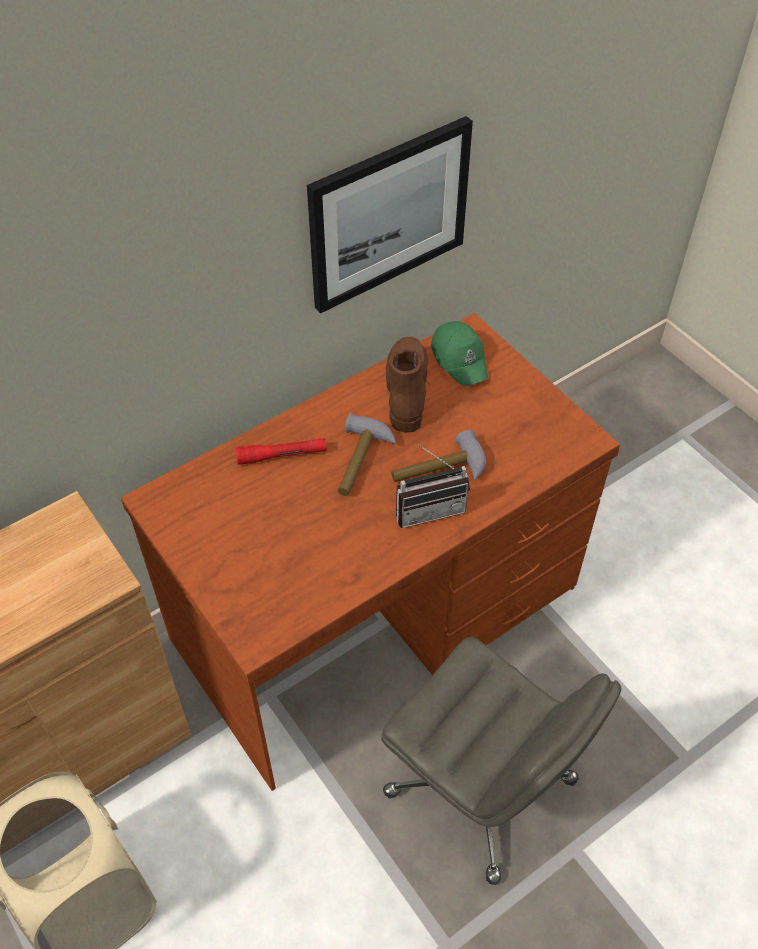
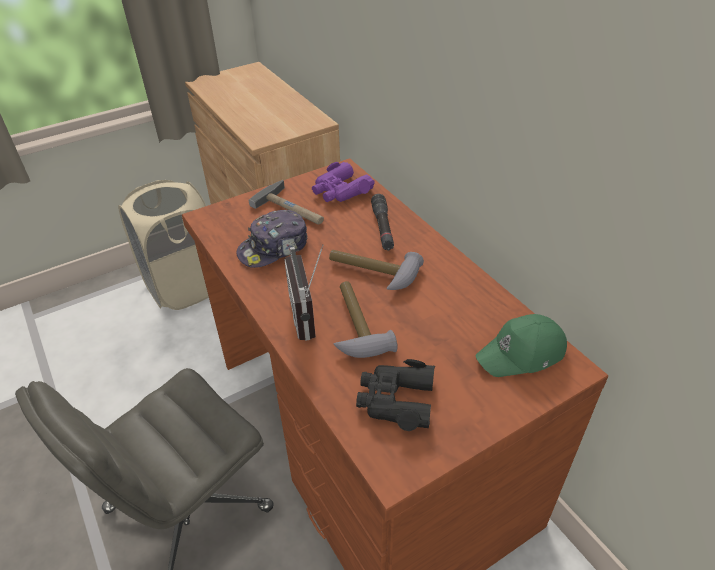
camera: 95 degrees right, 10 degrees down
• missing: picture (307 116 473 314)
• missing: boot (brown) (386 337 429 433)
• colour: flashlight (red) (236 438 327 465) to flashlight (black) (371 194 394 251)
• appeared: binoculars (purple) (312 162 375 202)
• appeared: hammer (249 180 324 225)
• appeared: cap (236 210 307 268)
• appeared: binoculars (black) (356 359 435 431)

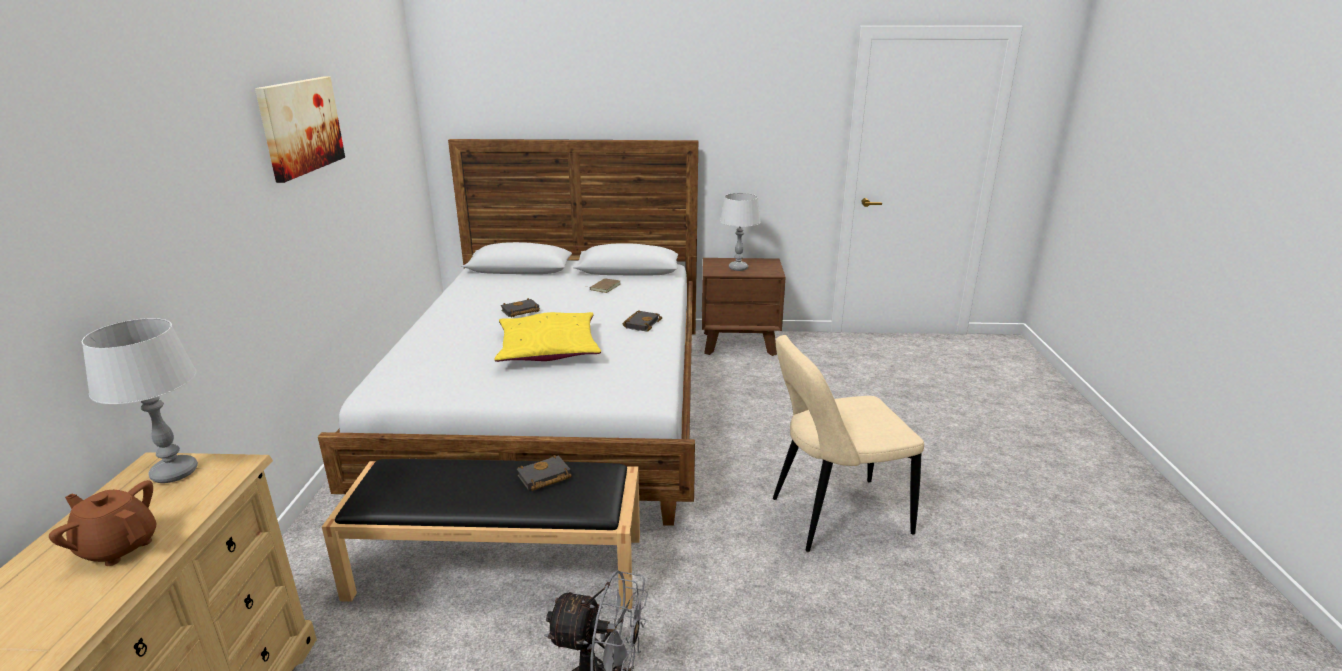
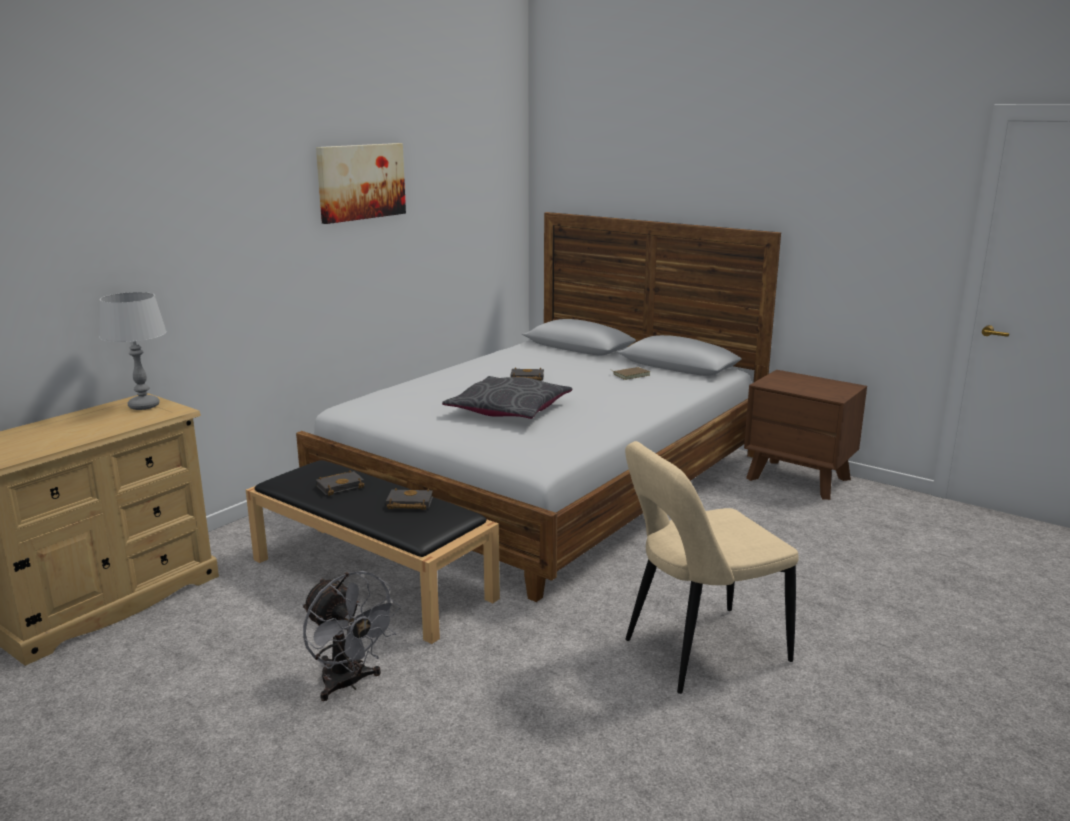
camera: 35 degrees right, 5 degrees down
• missing: table lamp (grey) (720 193 761 271)
• relocated: book (black) (623 310 662 331) to (316 470 364 496)
• colour: pillow (yellow) (494 312 601 362) to pillow (grey) (442 376 572 419)
• spun: chair (beige) (773 335 924 552) = (625 441 799 694) 45 degrees counterclockwise
• missing: teapot (brown) (49 480 156 566)

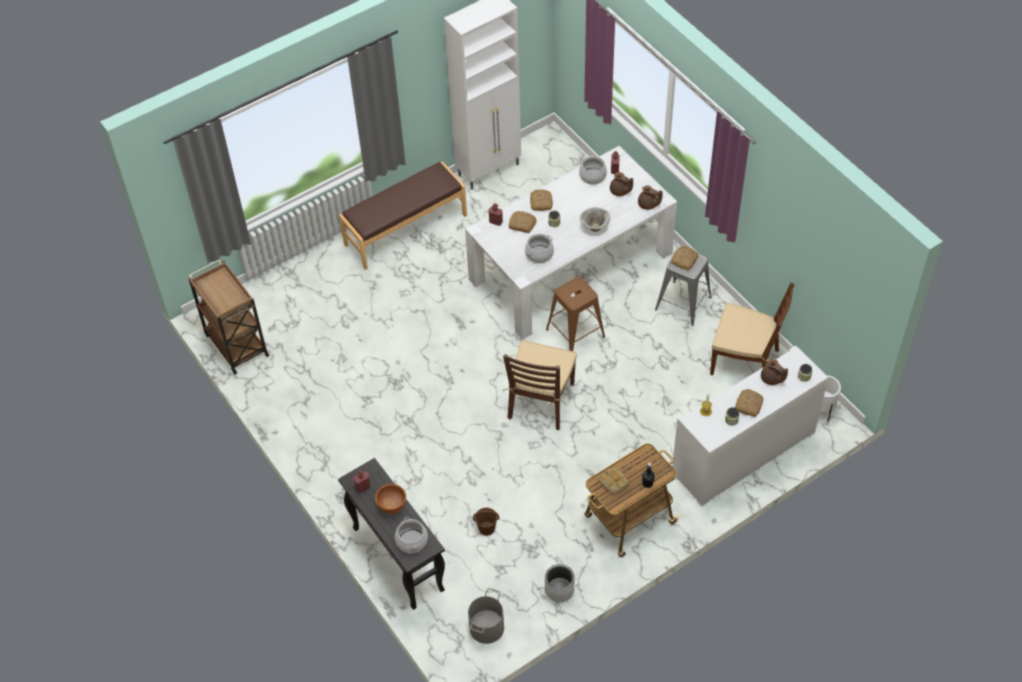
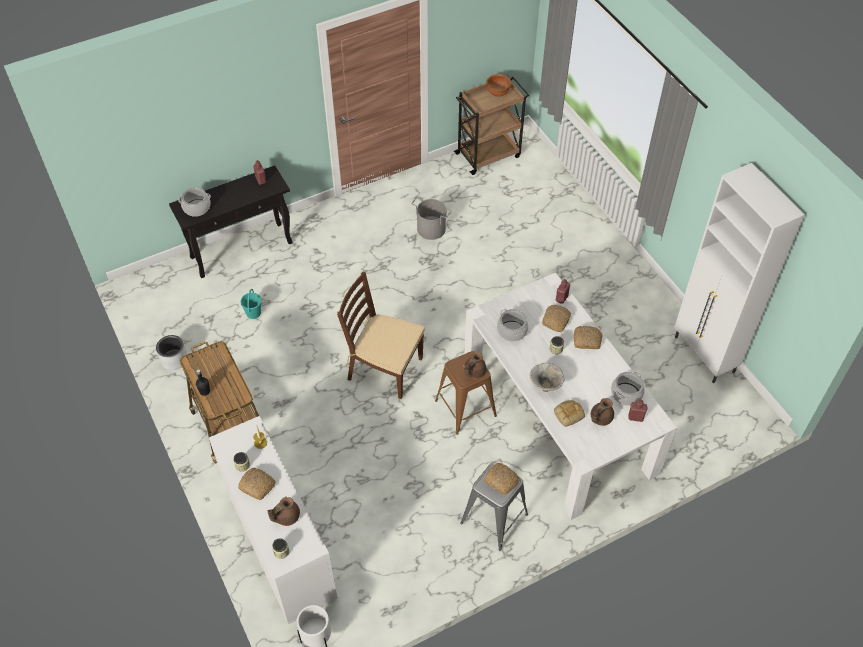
camera: 95 degrees right, 0 degrees up
• missing: bench (brown) (339 162 467 270)
• relocated: teapot (brown) (638 185 663 210) to (464 352 486 379)
• missing: chair (brown) (710 283 794 375)
• relocated: bread (599 467 629 494) to (554 400 585 427)
• relocated: bowl (brown) (375 484 406 514) to (486 74 511 97)
• colour: bucket (brown) (473 508 499 535) to bucket (turquoise) (240 289 261 319)
• relocated: bucket (grey) (468 588 504 644) to (411 197 451 240)

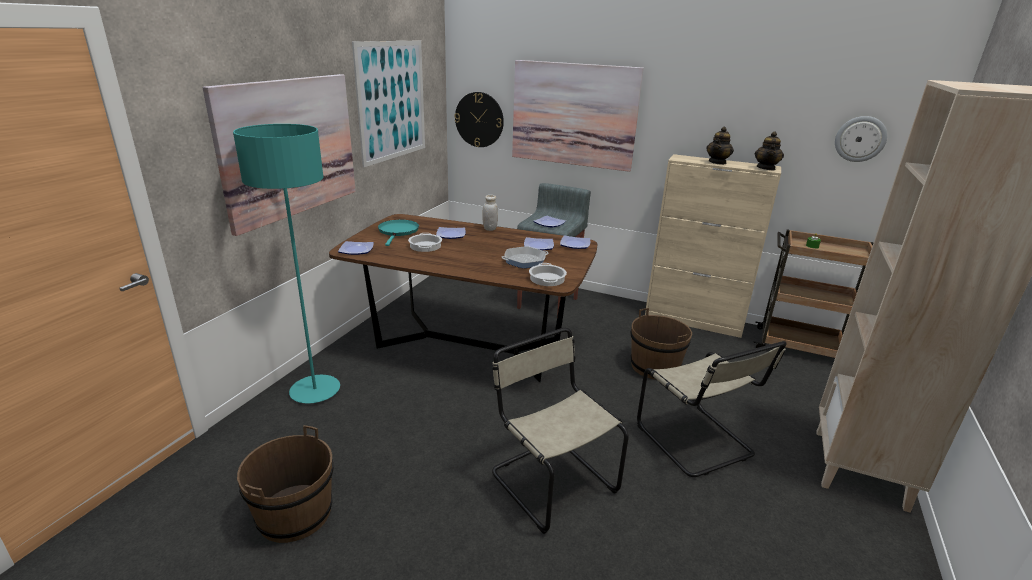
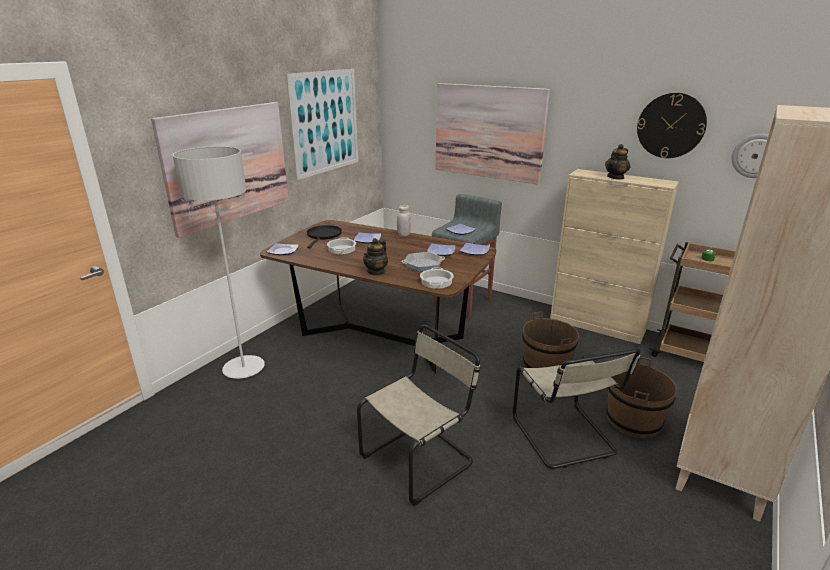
camera: 10 degrees right, 0 degrees up
• relocated: wall clock (454 92 504 147) to (637 93 707 158)
• colour: floor lamp (turquoise) (233 124 340 403) to floor lamp (grey) (173 146 265 379)
• relocated: teapot (754 131 784 170) to (363 238 388 276)
• colour: frying pan (turquoise) (378 220 419 246) to frying pan (black) (307 225 342 248)
• spun: chair (beige) (492 328 629 534) = (357 325 480 506) 75 degrees clockwise
• relocated: bucket (brown) (237 425 333 543) to (606 357 677 438)

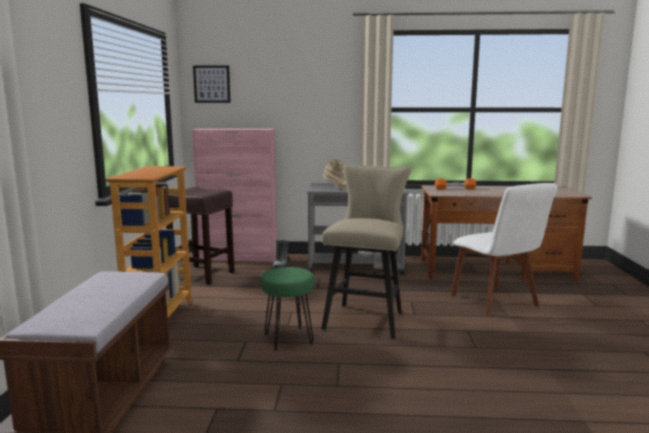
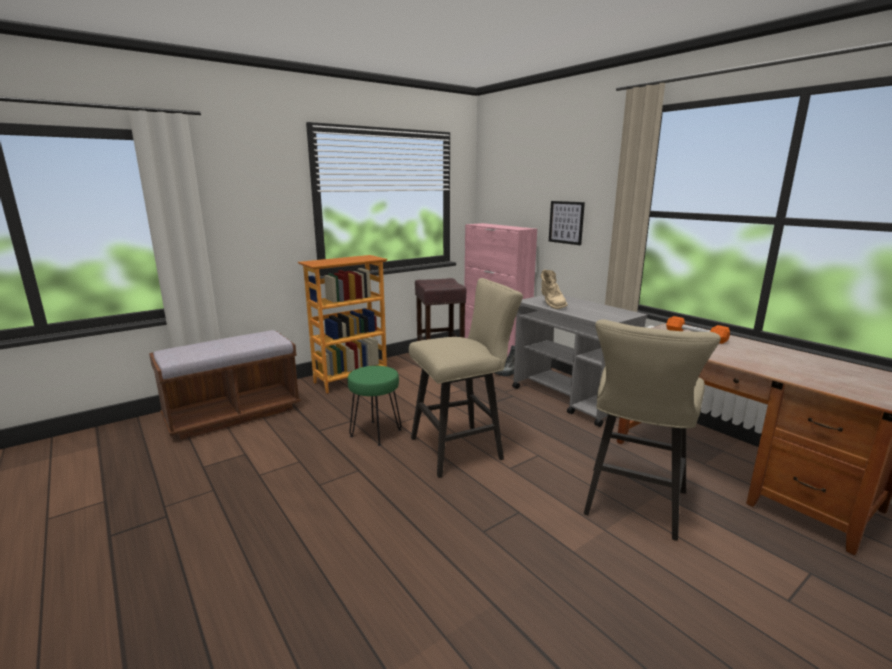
camera: 50 degrees right, 5 degrees up
• relocated: picture (193 65 231 103) to (549 201 585 245)
• exchanged: chair (white) (451 183 558 317) to stool (beige) (584 319 721 541)

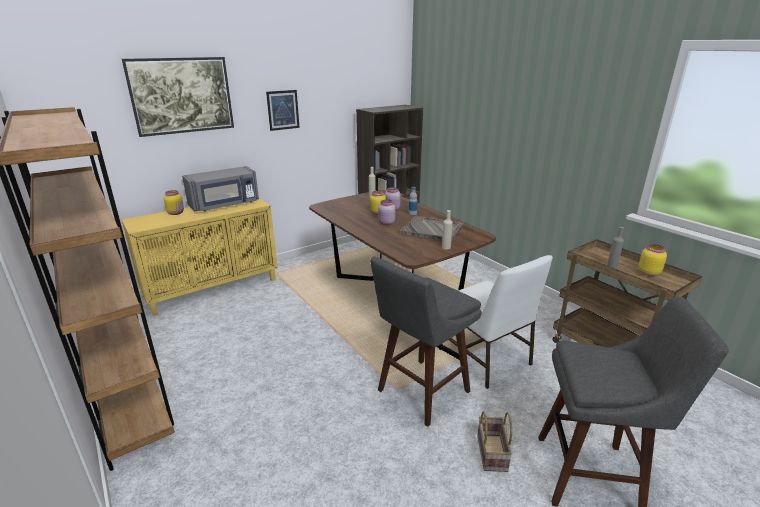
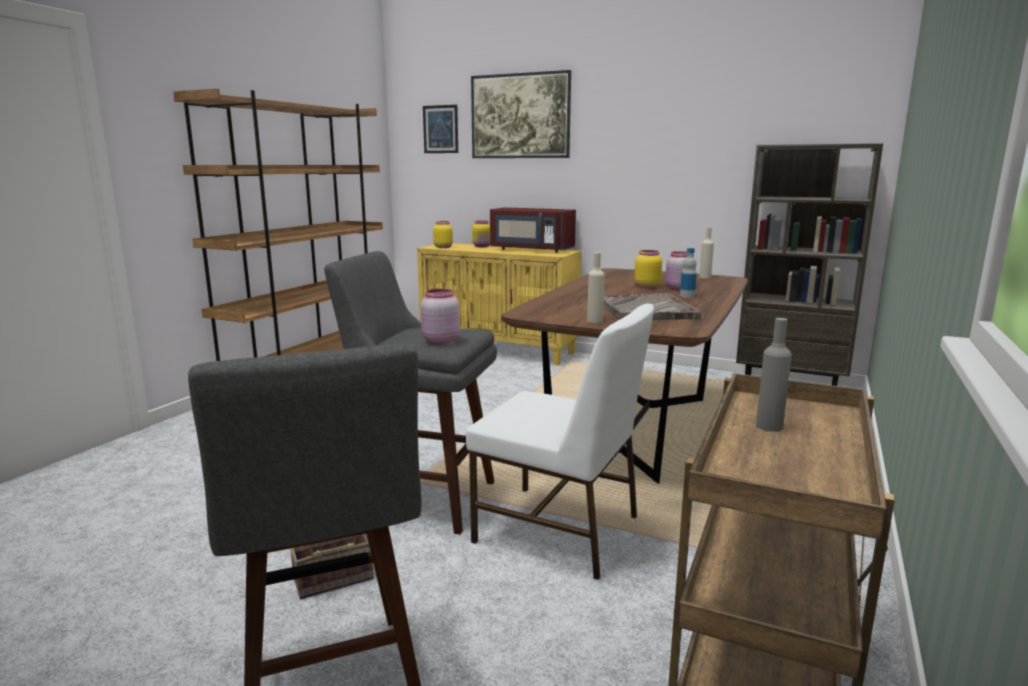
camera: 60 degrees right, 10 degrees down
• relocated: picture (266 90 300 131) to (423 105 458 153)
• colour: microwave (grey) (182 166 259 211) to microwave (red) (490 208 576 253)
• relocated: jar (pink) (378 200 395 225) to (421 289 459 344)
• relocated: jar (yellow) (638 244 667 276) to (433 221 453 248)
• spun: chair (white) (439 255 553 389) = (466 304 654 580) 90 degrees counterclockwise

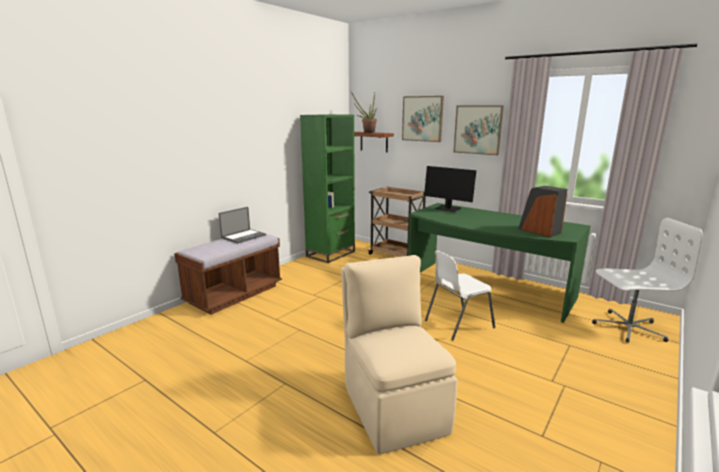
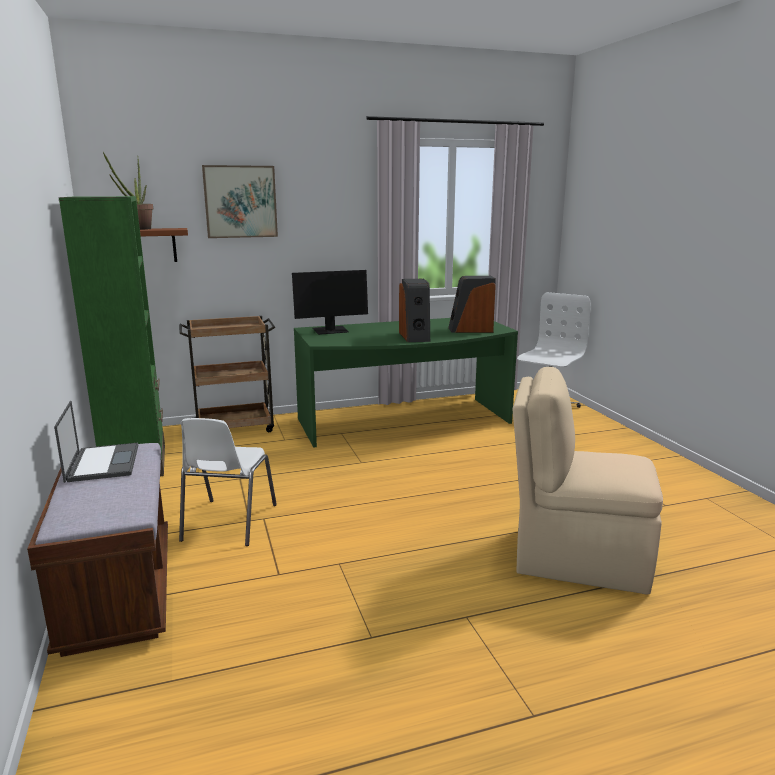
camera: 55 degrees left, 0 degrees up
• missing: picture (454 105 504 155)
• relocated: chair (white) (425 250 495 340) to (179 418 277 546)
• appeared: speaker (399 279 430 342)

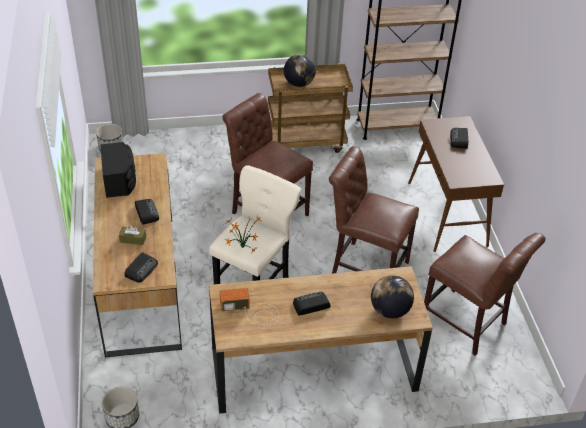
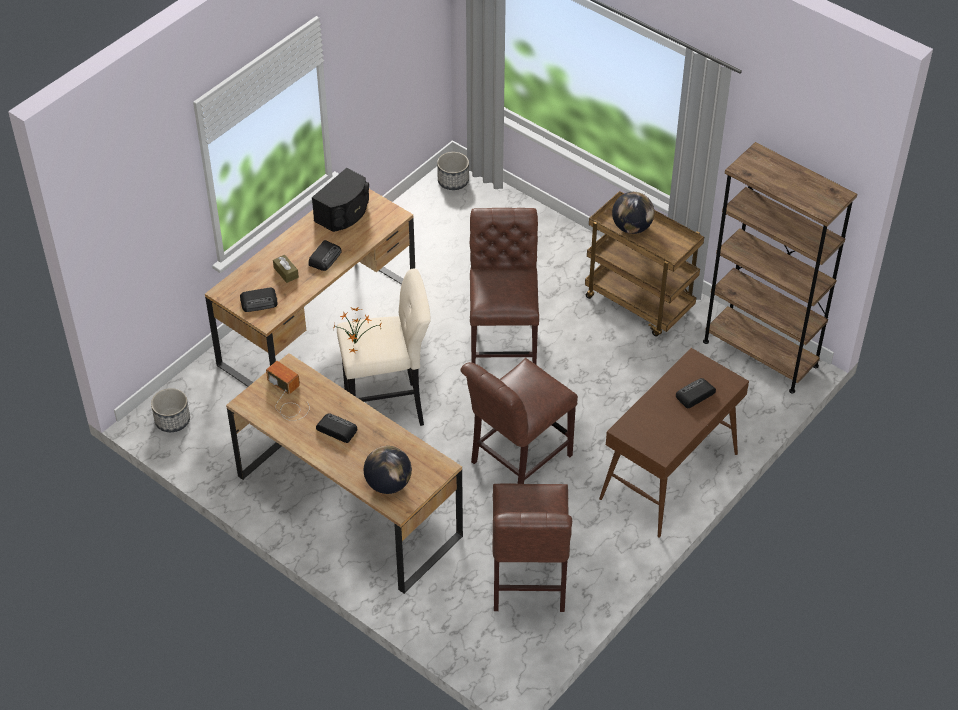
camera: 50 degrees right, 5 degrees up
• spun: chair (brown) (329 146 419 274) = (461 358 578 484) 120 degrees counterclockwise

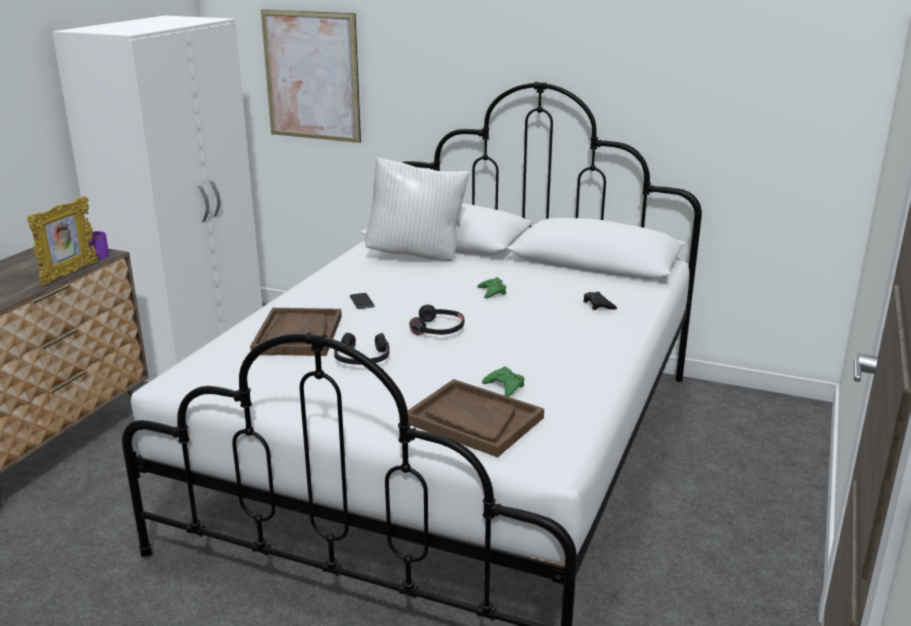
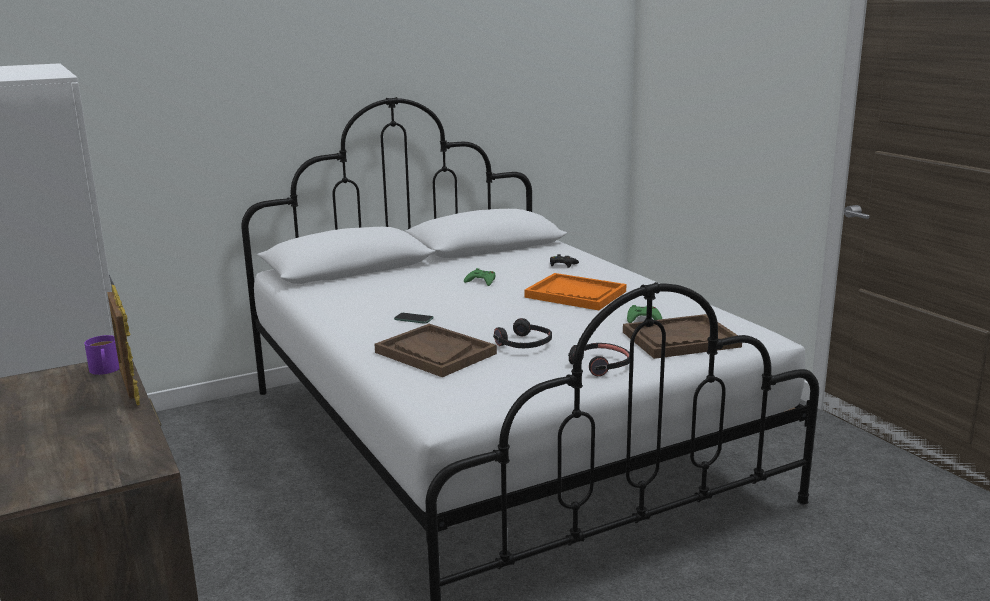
camera: 50 degrees left, 5 degrees down
• missing: picture (261 9 361 143)
• missing: pillow (white) (365 157 470 261)
• relocated: headphones (black) (409 304 464 335) to (568 343 630 377)
• appeared: tray (orange) (524 273 626 310)

